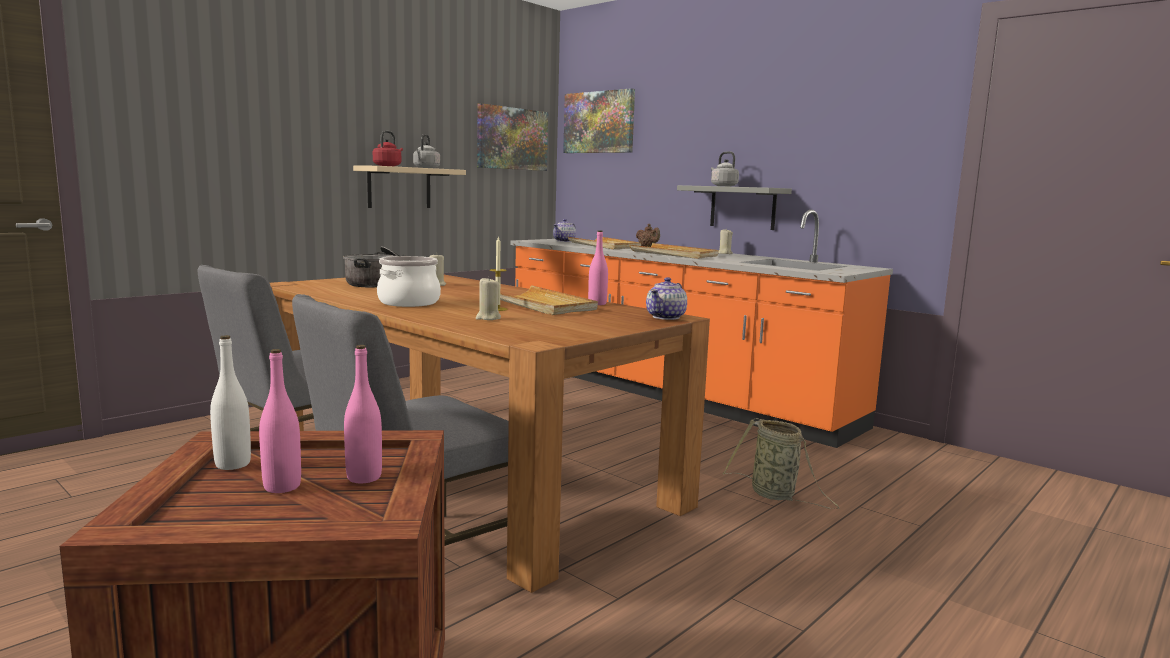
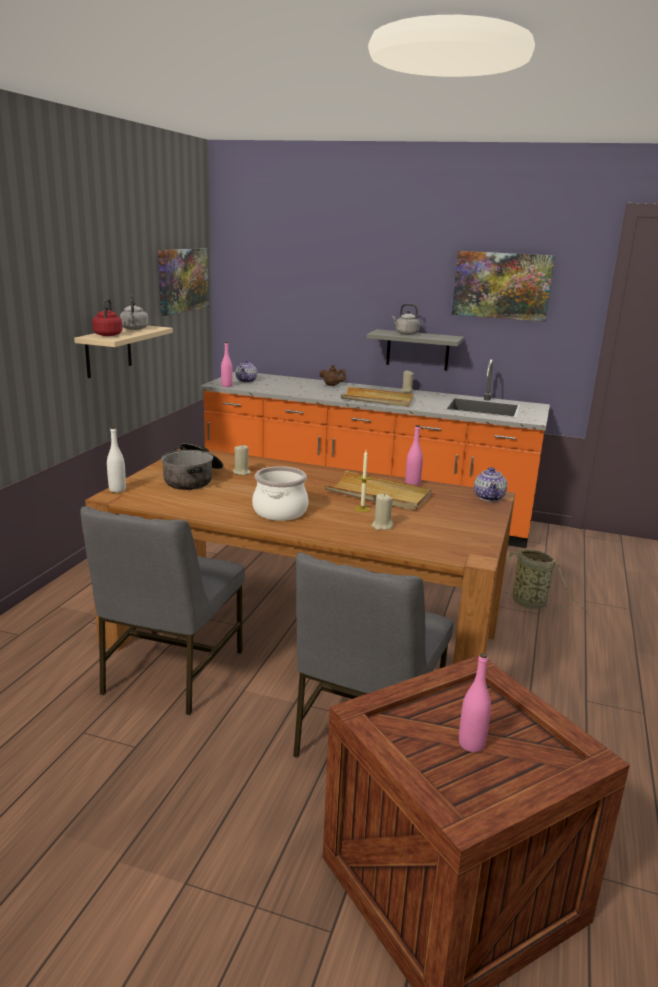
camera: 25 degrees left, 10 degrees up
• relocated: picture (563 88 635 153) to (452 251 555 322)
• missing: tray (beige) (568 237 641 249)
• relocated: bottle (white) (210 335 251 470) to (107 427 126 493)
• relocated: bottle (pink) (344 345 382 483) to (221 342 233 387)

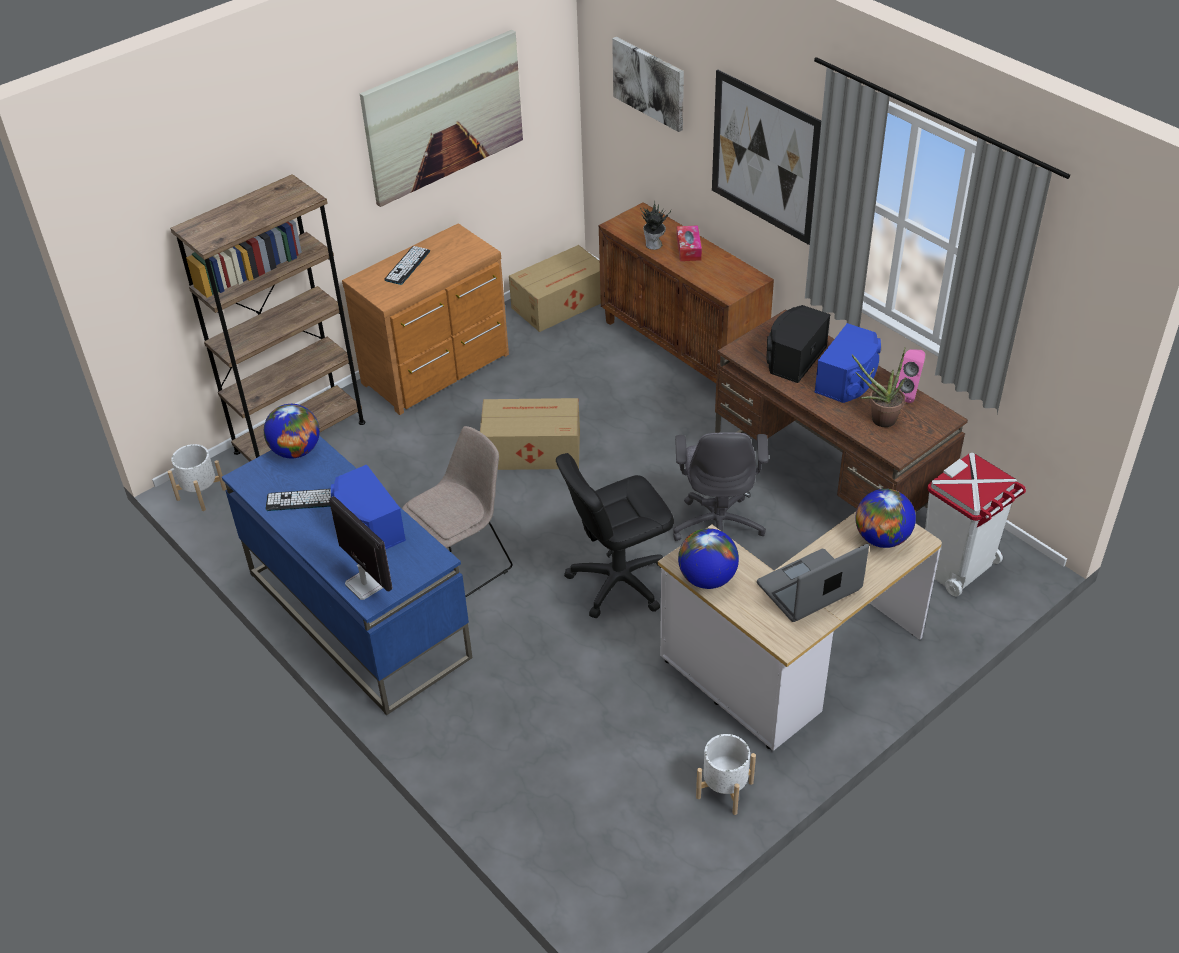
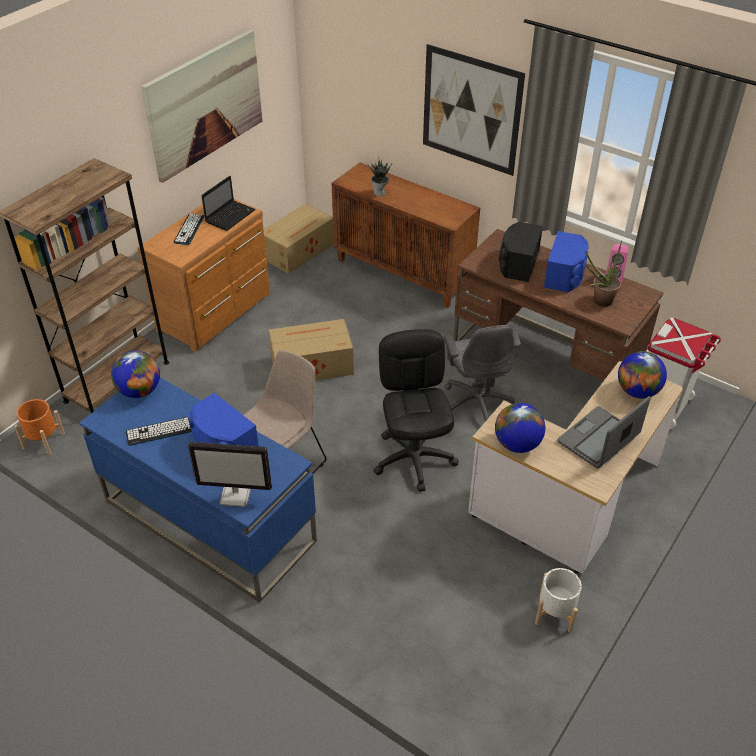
camera: 15 degrees left, 0 degrees up
• missing: picture (612 37 684 132)
• missing: tissue box (677 225 702 261)
• colour: planter (white) (168 444 226 511) to planter (orange) (14 399 65 455)
• spun: office chair (black) (556 453 674 619) = (373 329 459 492) 120 degrees clockwise
• spun: monitor (329 496 393 600) = (188 442 272 507) 150 degrees clockwise
• appeared: laptop (201 176 255 231)

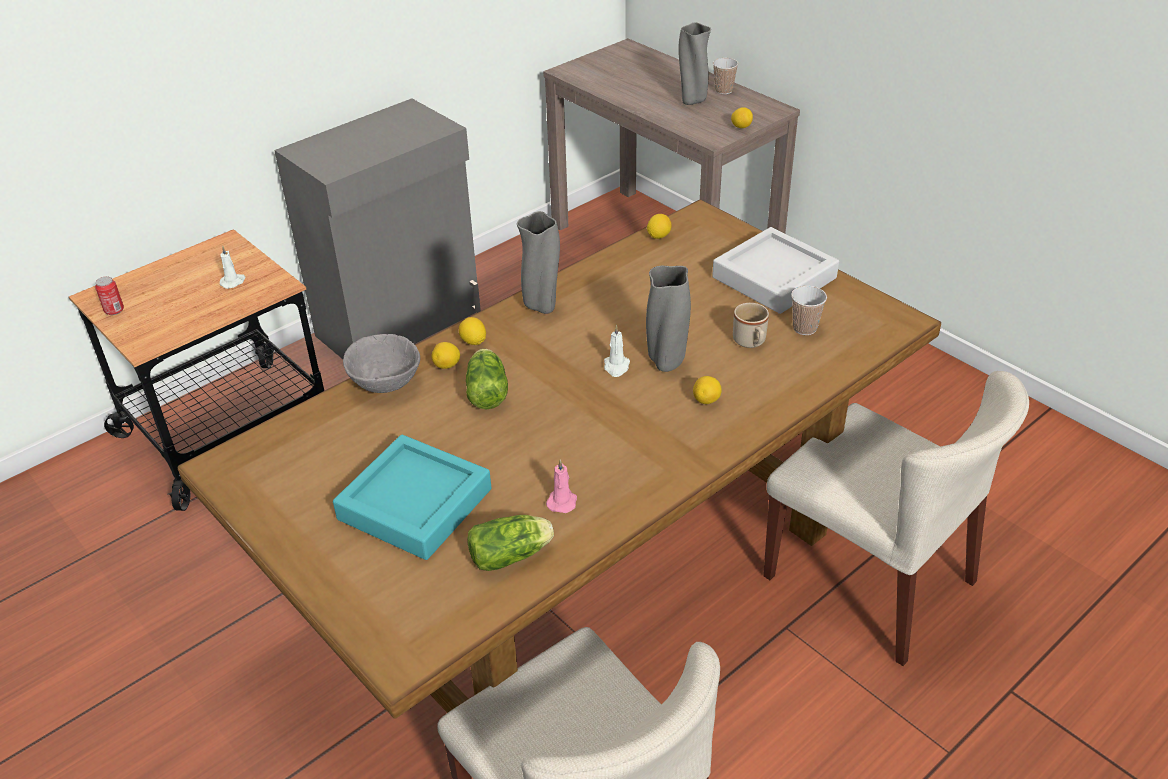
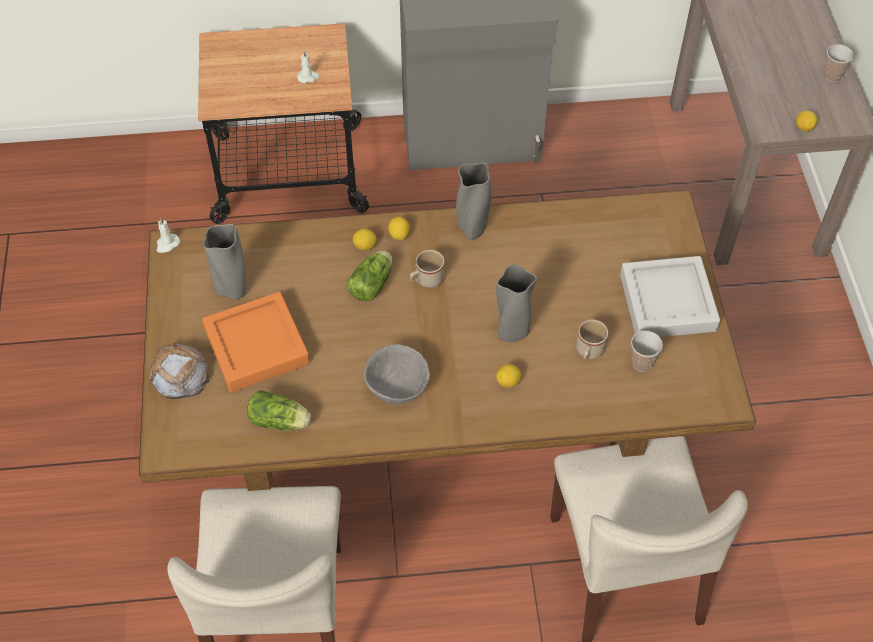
camera: 35 degrees right, 15 degrees up
• relocated: vase (grey) (678 22 711 105) to (203 224 246 300)
• missing: lemon (647 214 672 239)
• missing: can (95 277 124 315)
• relocated: candle (white) (604 325 630 377) to (157 217 180 253)
• relocated: bowl (grey) (343 334 420 393) to (364 344 430 404)
• colour: tray (turquoise) (333 435 491 560) to tray (orange) (202 292 310 392)
• missing: candle (pink) (546 459 577 513)
• appeared: mug (beige) (410 250 444 288)
• appeared: bread (149 343 209 399)

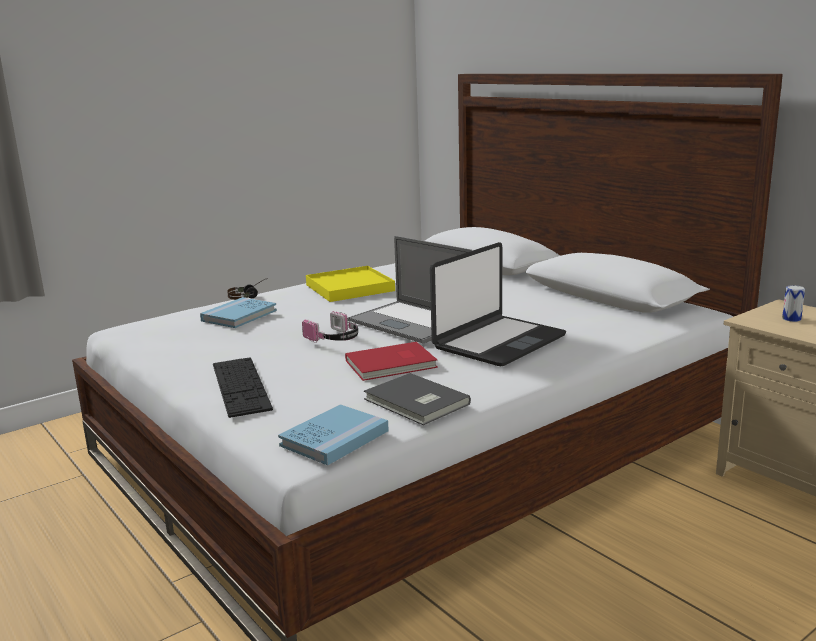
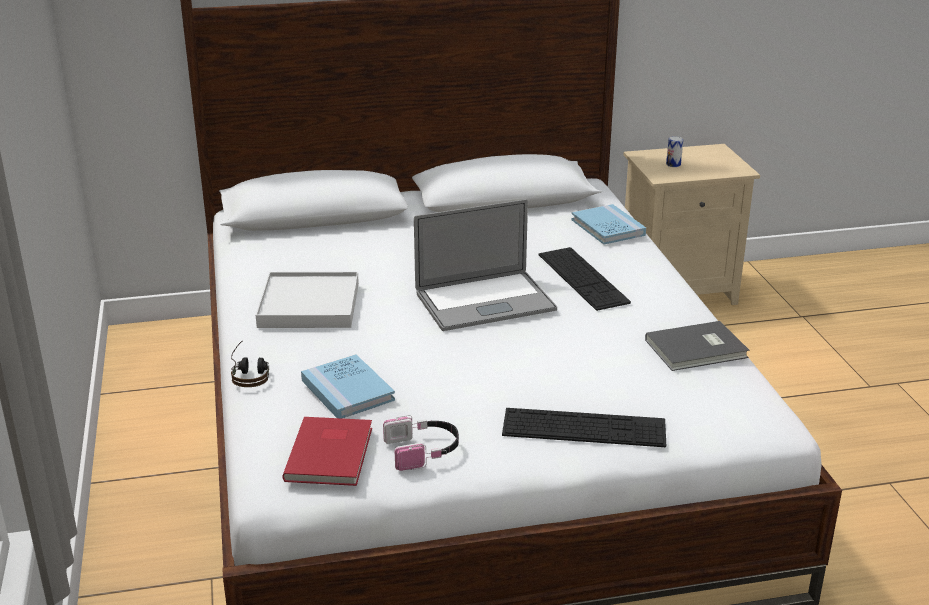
camera: 65 degrees left, 10 degrees up
• exchanged: laptop (430 242 566 366) to keyboard (539 247 631 311)
• colour: tray (yellow) (306 266 395 302) to tray (white) (256 272 359 328)
• relocated: headphones (302 311 358 343) to (383 415 459 471)
• relocated: book (red) (345 342 438 381) to (282 417 372 486)
• relocated: book (blue) (278 404 389 465) to (571 204 646 244)

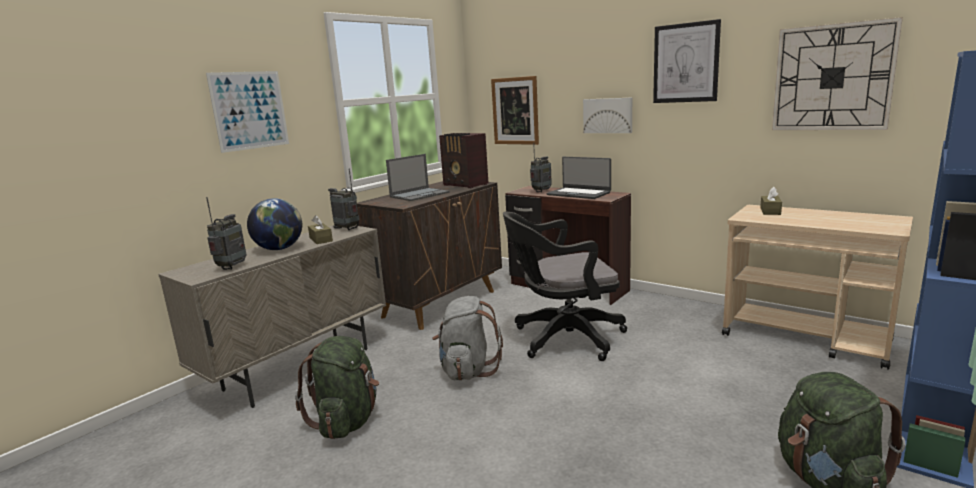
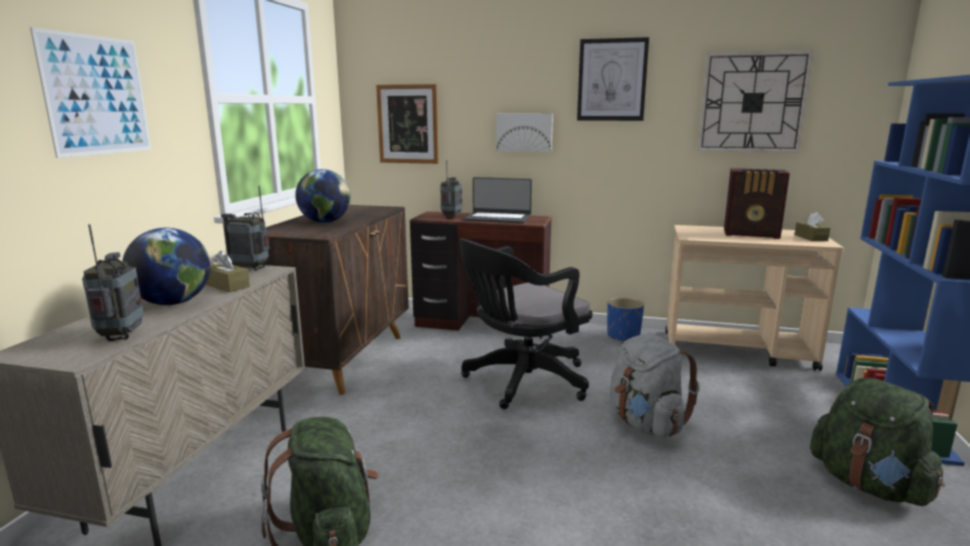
camera: 25 degrees left, 0 degrees up
• relocated: radio (439 133 488 188) to (724 168 790 239)
• exchanged: laptop (386 154 450 201) to globe (295 169 351 223)
• relocated: tissue box (brown) (760 187 782 215) to (795 212 830 242)
• relocated: backpack (grey) (432 296 503 381) to (610 334 700 438)
• appeared: planter (blue) (607 297 644 341)

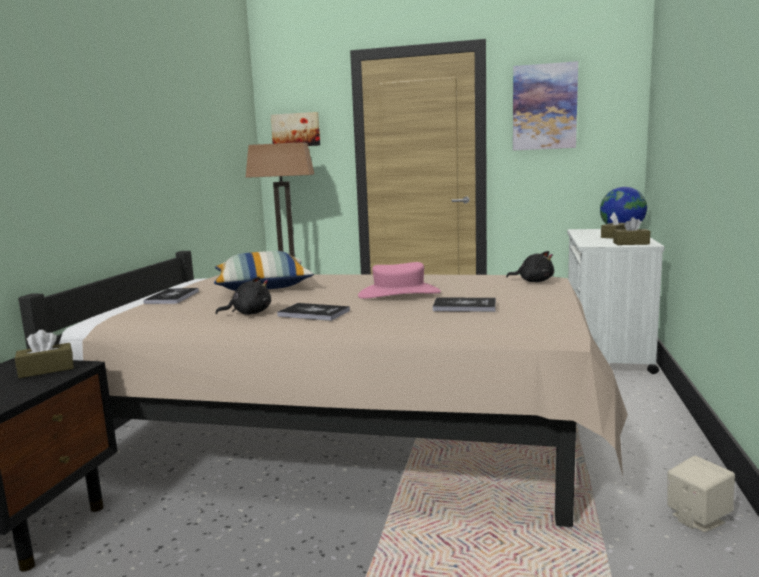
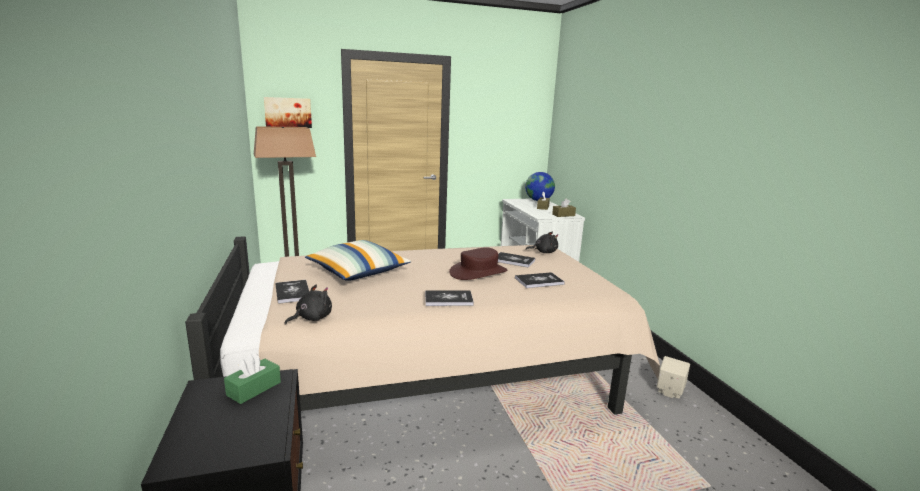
camera: 30 degrees left, 5 degrees up
• missing: picture (513 61 578 151)
• colour: hat (pink) (358 262 441 299) to hat (brown) (449 247 507 280)
• relocated: plush toy (black) (215 277 271 315) to (285 285 332 325)
• colour: tissue box (brown) (15 330 74 378) to tissue box (green) (224 353 281 404)
• appeared: book (498 252 535 268)

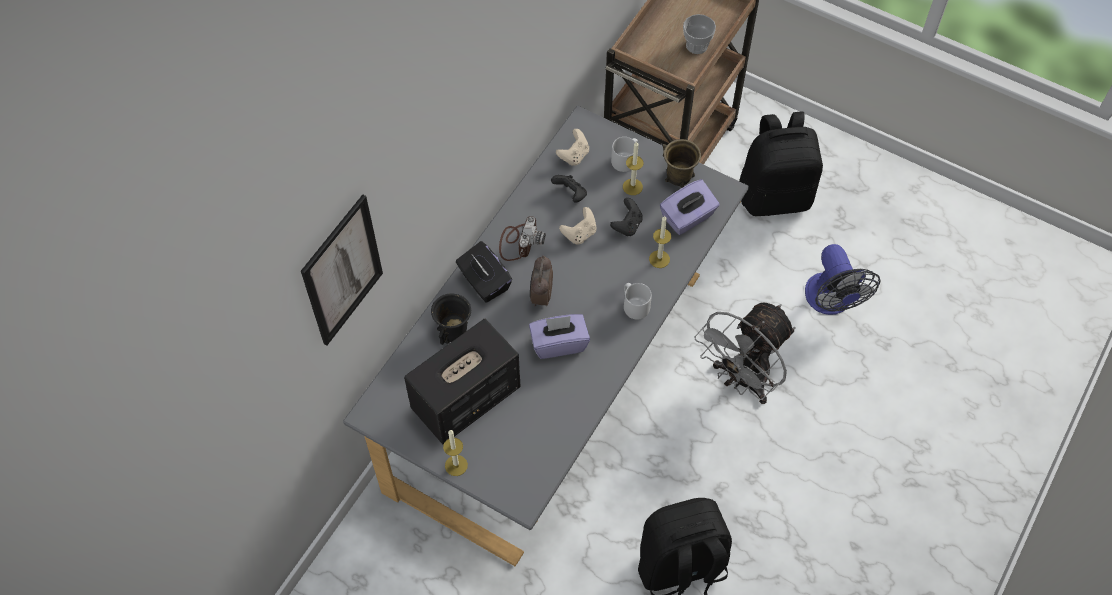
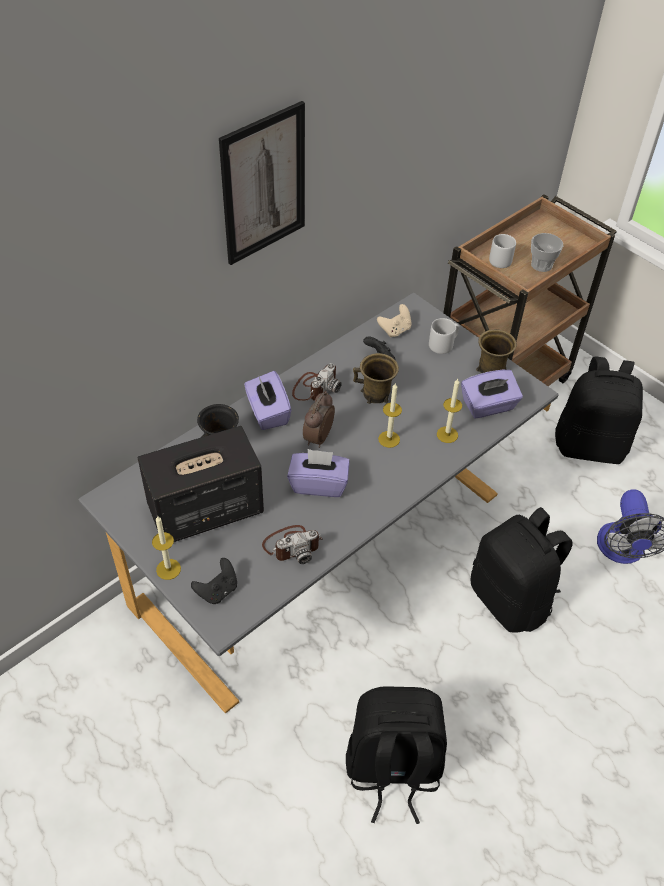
camera: 15 degrees right, 10 degrees down
• relocated: candle (623 141 643 195) to (378 383 402 448)
• relocated: picture (301 195 383 345) to (219 101 305 265)
• relocated: game controller (black) (610 198 643 236) to (191 558 237 604)
• exchanged: game controller (beige) (559 207 597 245) to mug (brown) (353 353 399 404)
• colour: tissue box (black) (456 241 512 302) to tissue box (purple) (244 371 291 430)
• relocated: mug (grey) (624 283 652 319) to (489 234 516 268)
• exchanged: fan (grey) (695 302 796 404) to backpack (black) (471 507 573 633)
• appeared: photo camera (262 525 323 564)

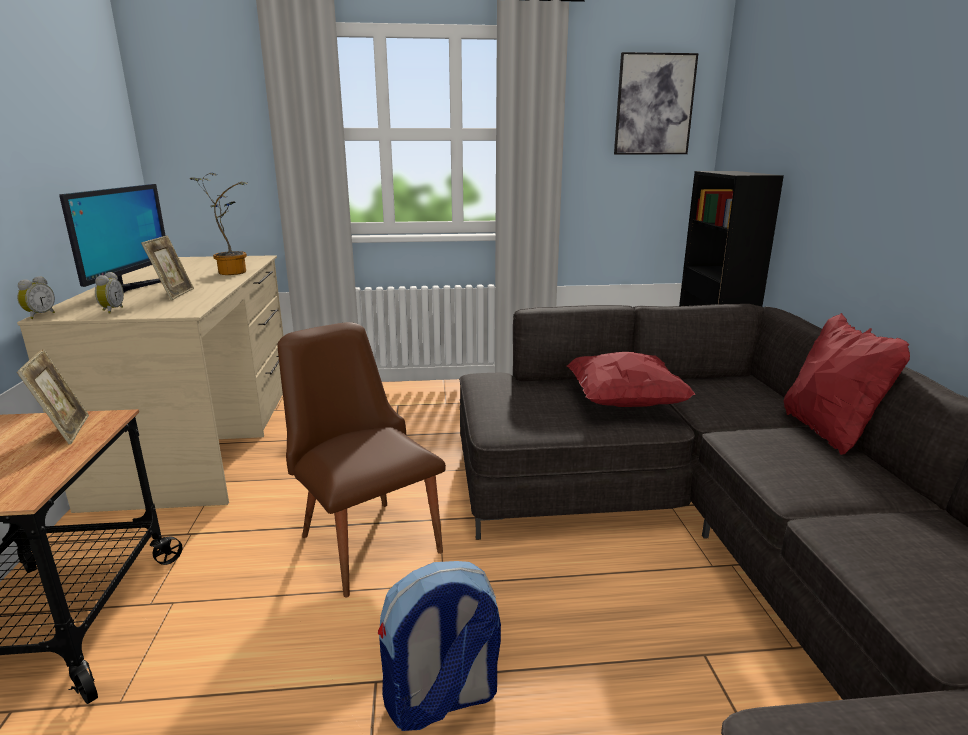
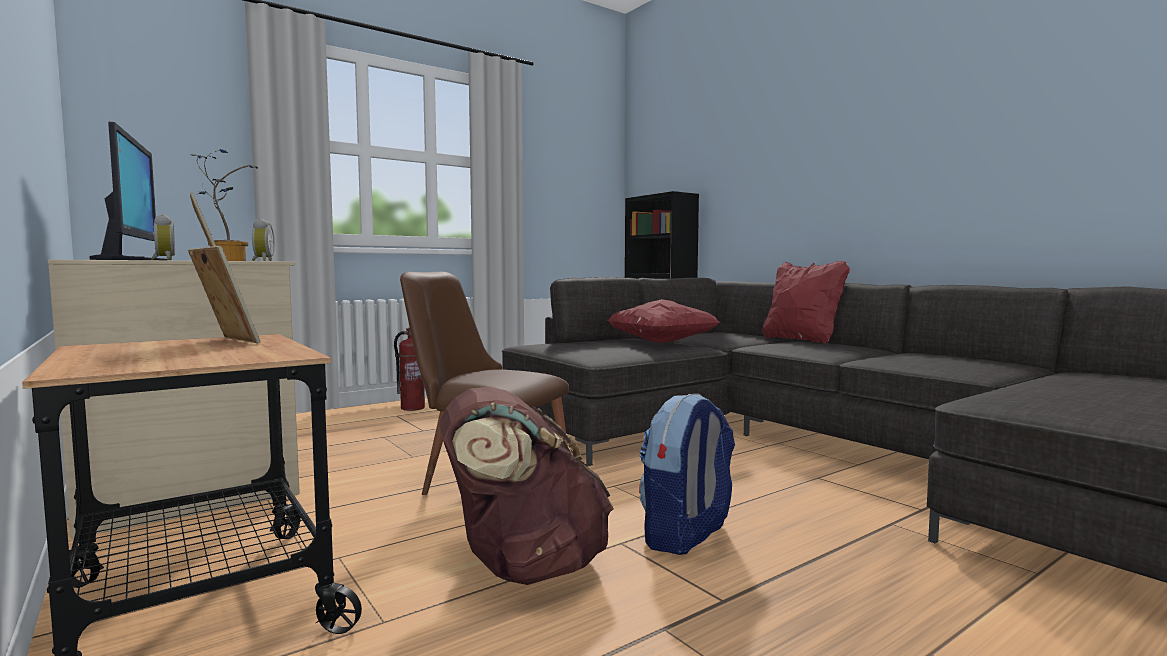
camera: 30 degrees left, 15 degrees down
• missing: picture (614 52 698 154)
• relocated: alarm clock (17 276 55 319) to (252 219 275 261)
• appeared: fire extinguisher (394 328 425 411)
• appeared: backpack (brown) (439 387 614 585)

